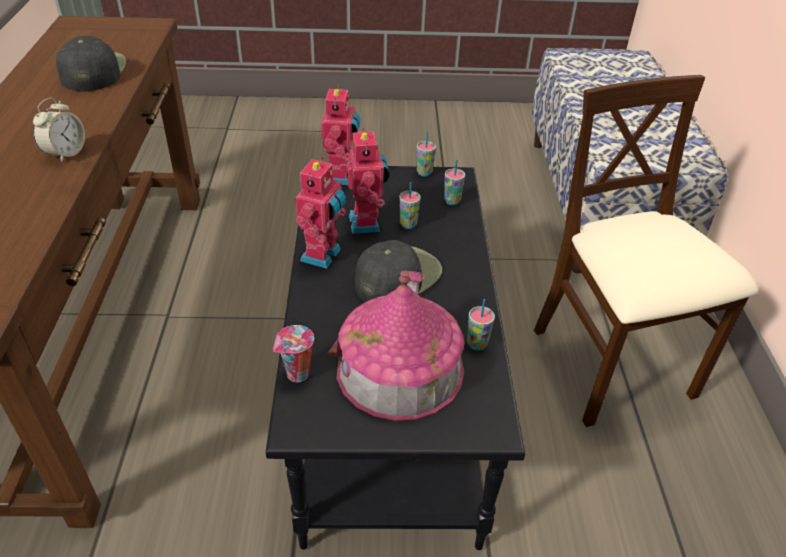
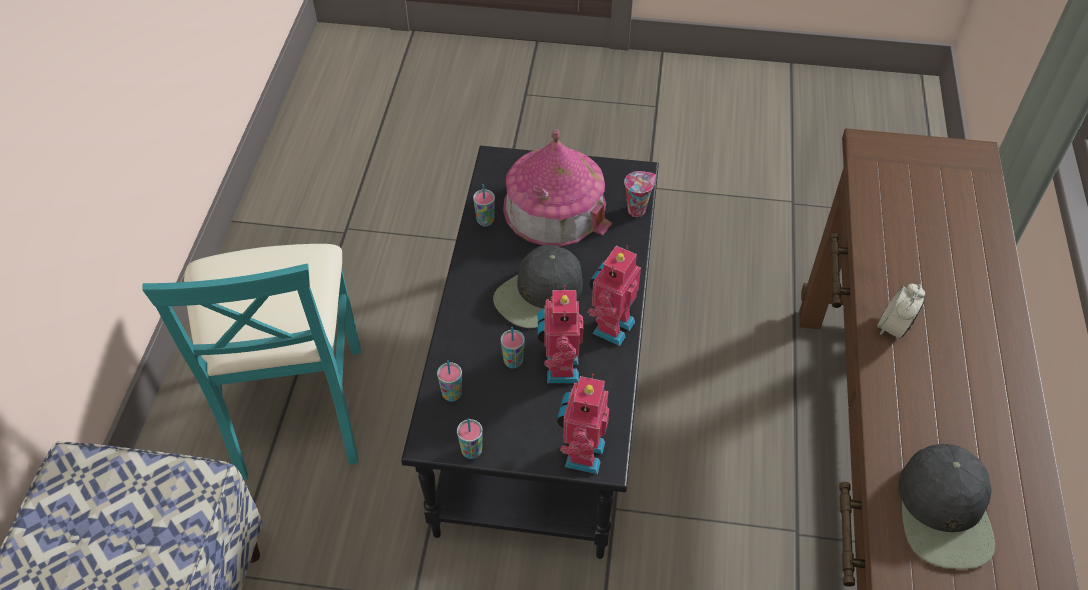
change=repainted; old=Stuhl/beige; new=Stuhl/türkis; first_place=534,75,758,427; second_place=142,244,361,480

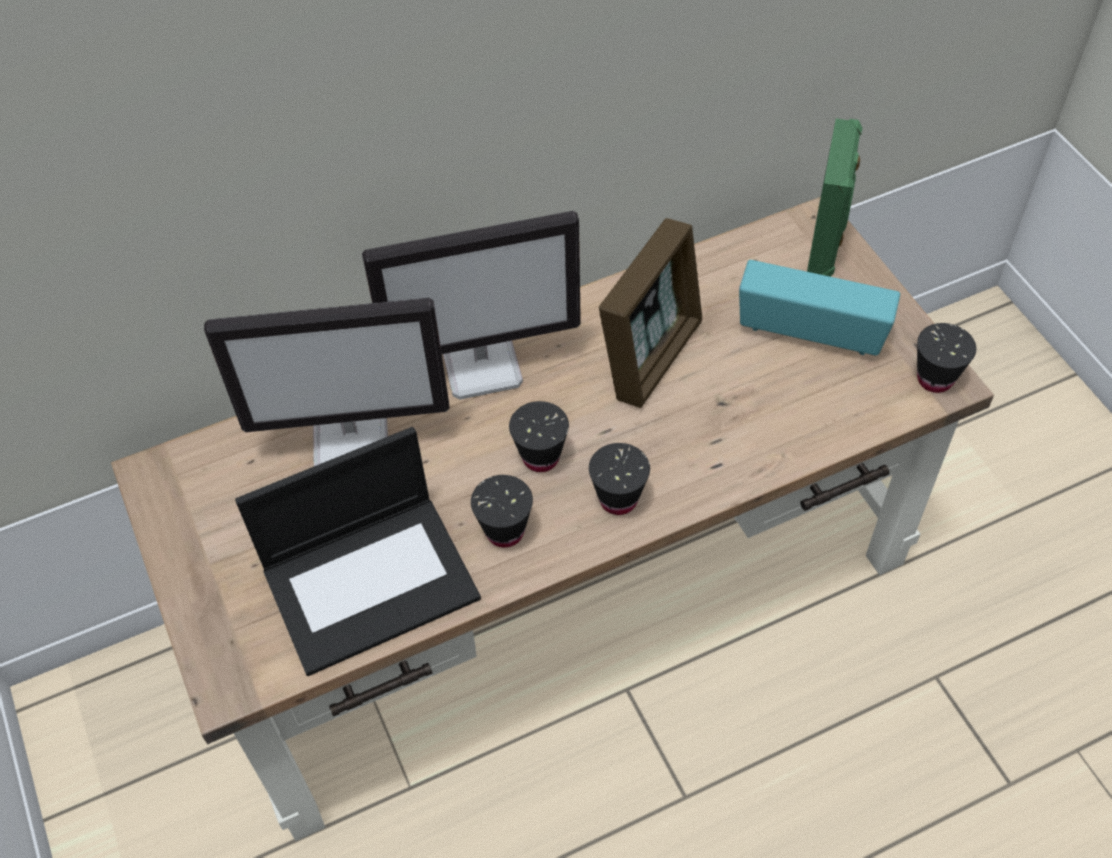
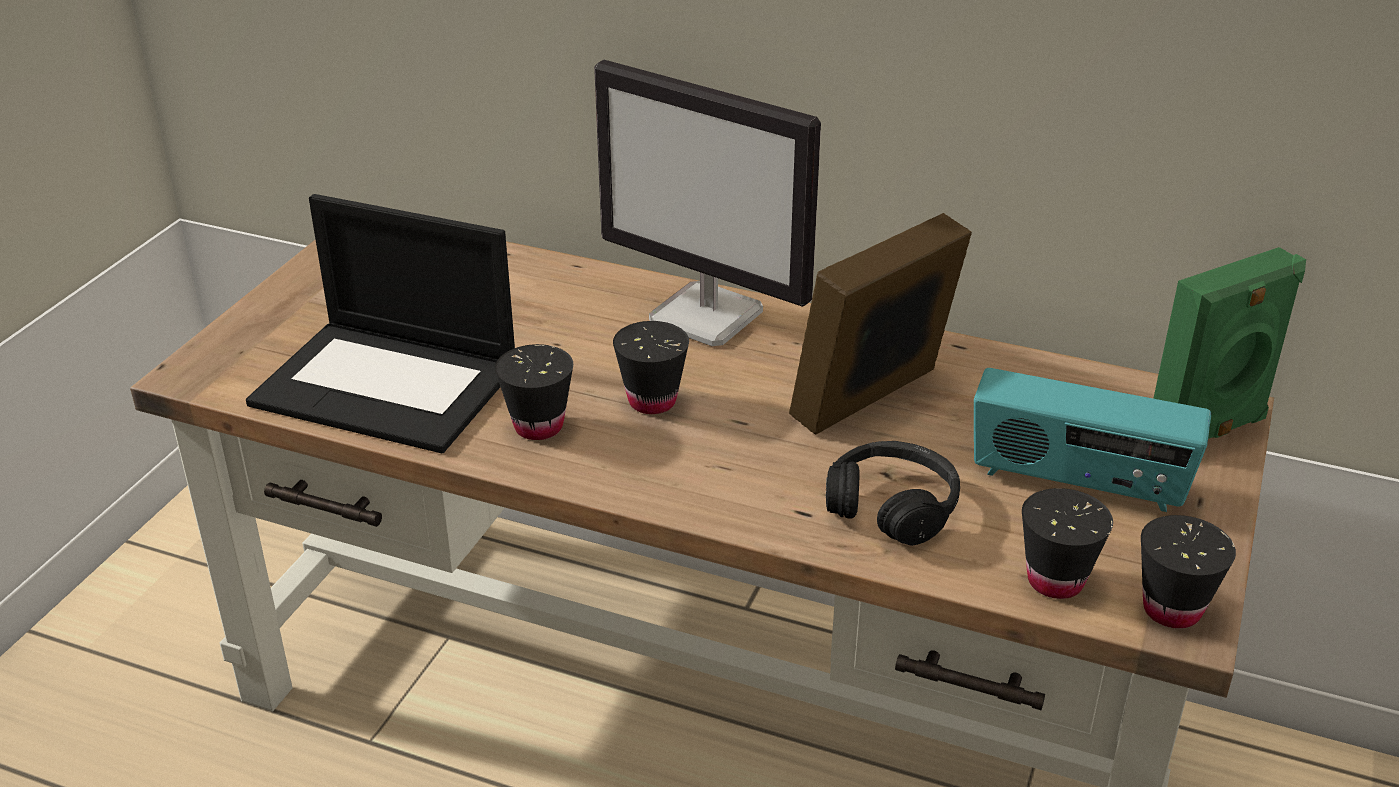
change=rotated; old=Bilderrahmen; first_place=599,218,702,408; second_place=789,213,972,435; degrees=150
change=rotated; old=Radio; first_place=739,260,900,355; second_place=974,368,1211,512; degrees=135
change=gone; old=Monitor; first_place=204,298,449,466
change=shifted; old=Tasse/schwarz; first_place=589,443,650,515; second_place=1022,488,1113,599
change=new; new=Kopfhörer/schwarz; second_place=826,441,960,546

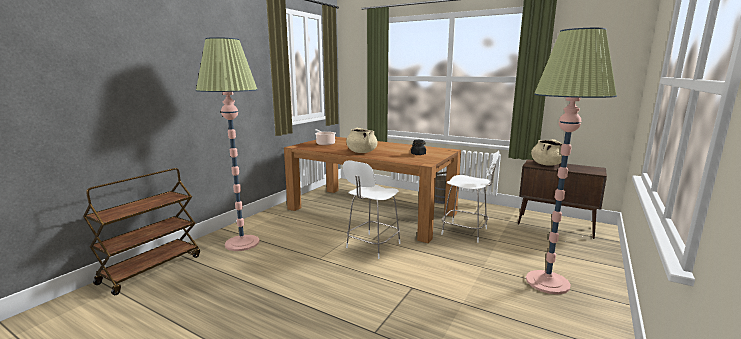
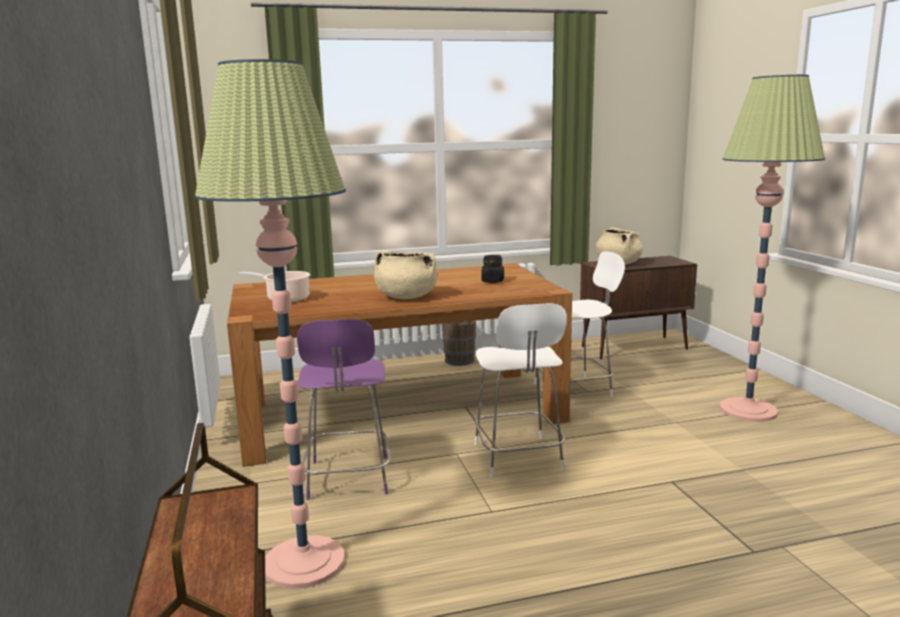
change=new; new=Stuhl/lila; second_place=297,319,391,500

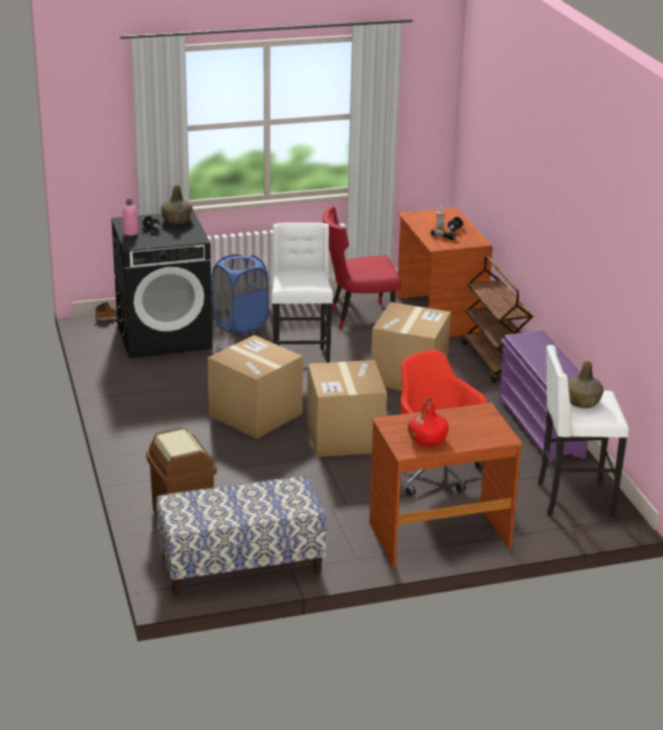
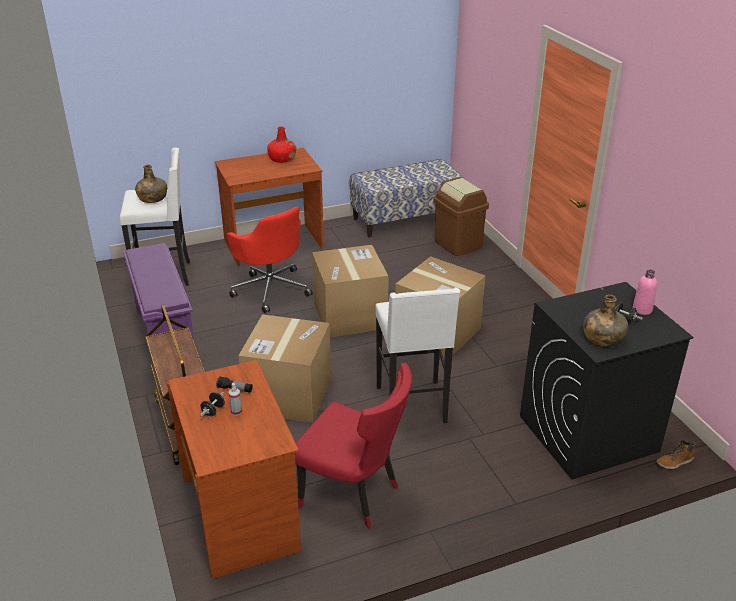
change=rotated; old=Stuhl/rot; first_place=322,206,401,330; second_place=295,363,412,528; degrees=45
change=gone; old=Wäschekorb/blau; first_place=211,254,269,333

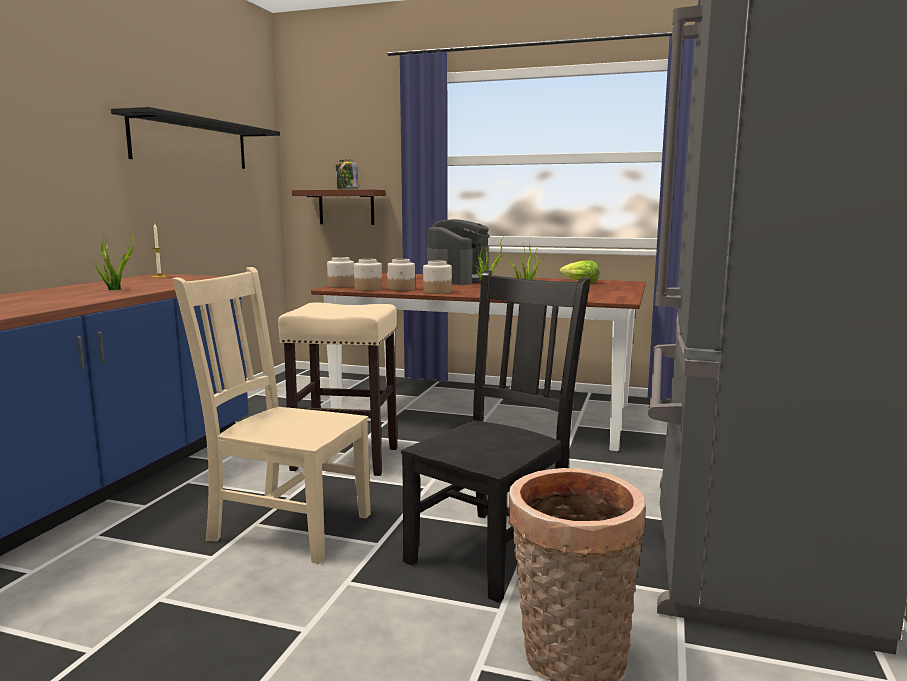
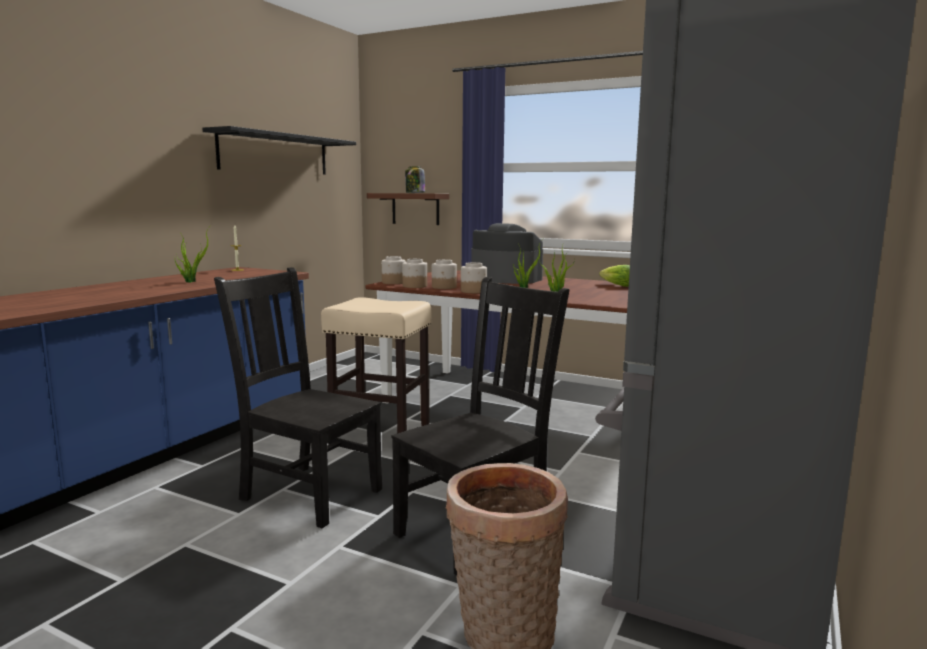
change=rotated; old=Kaffeemaschine; first_place=427,219,490,285; second_place=471,223,543,284; degrees=-90
change=repainted; old=Stuhl/beige; new=Stuhl/schwarz; first_place=172,267,371,564; second_place=214,267,382,528

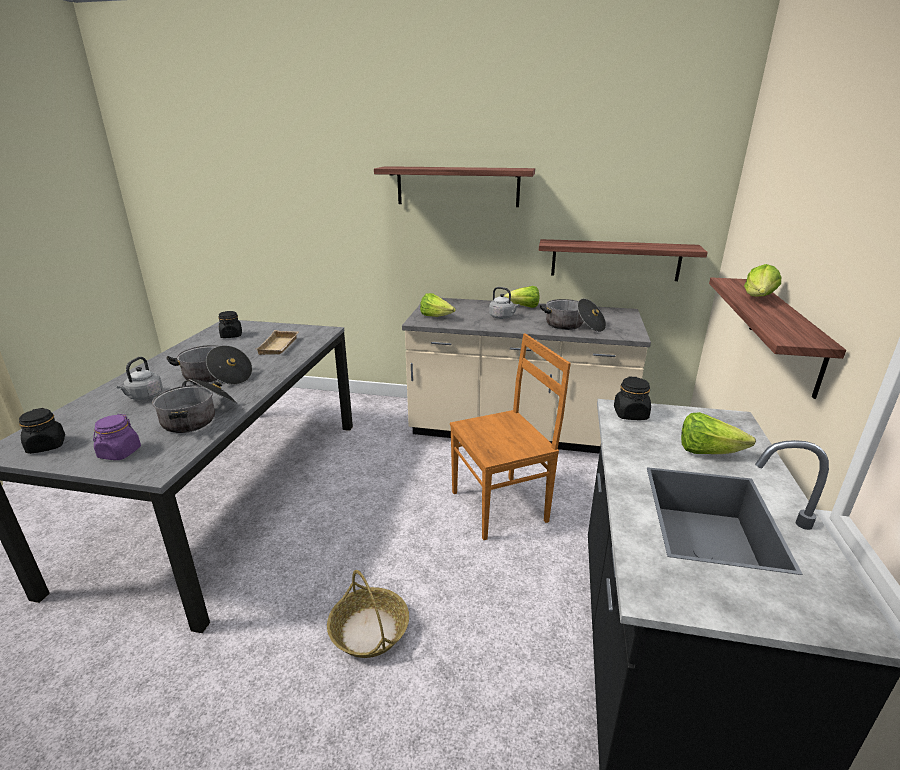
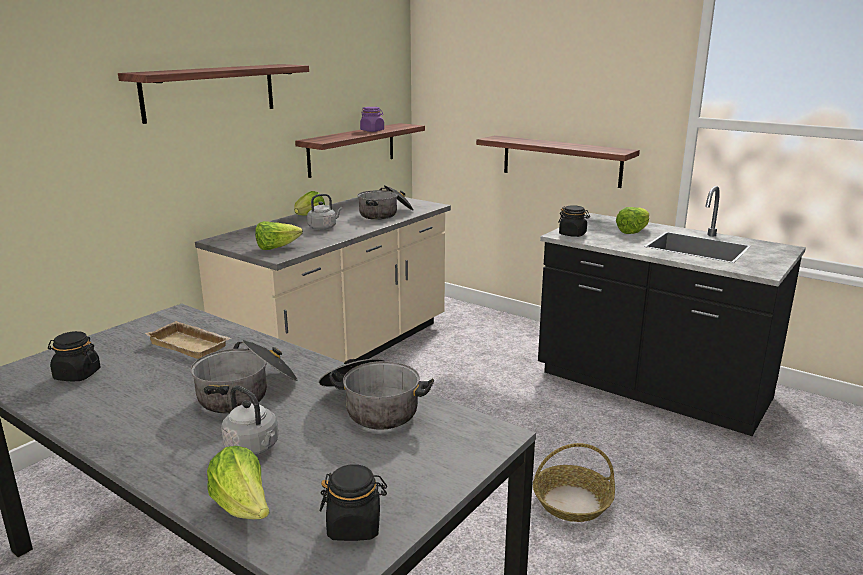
change=shifted; old=Salatkopf; first_place=744,264,781,297; second_place=207,446,269,519
change=gone; old=Stuhl/braun; first_place=450,333,571,540
change=shifted; old=Vorratsglas/lila; first_place=93,414,141,460; second_place=360,107,384,132

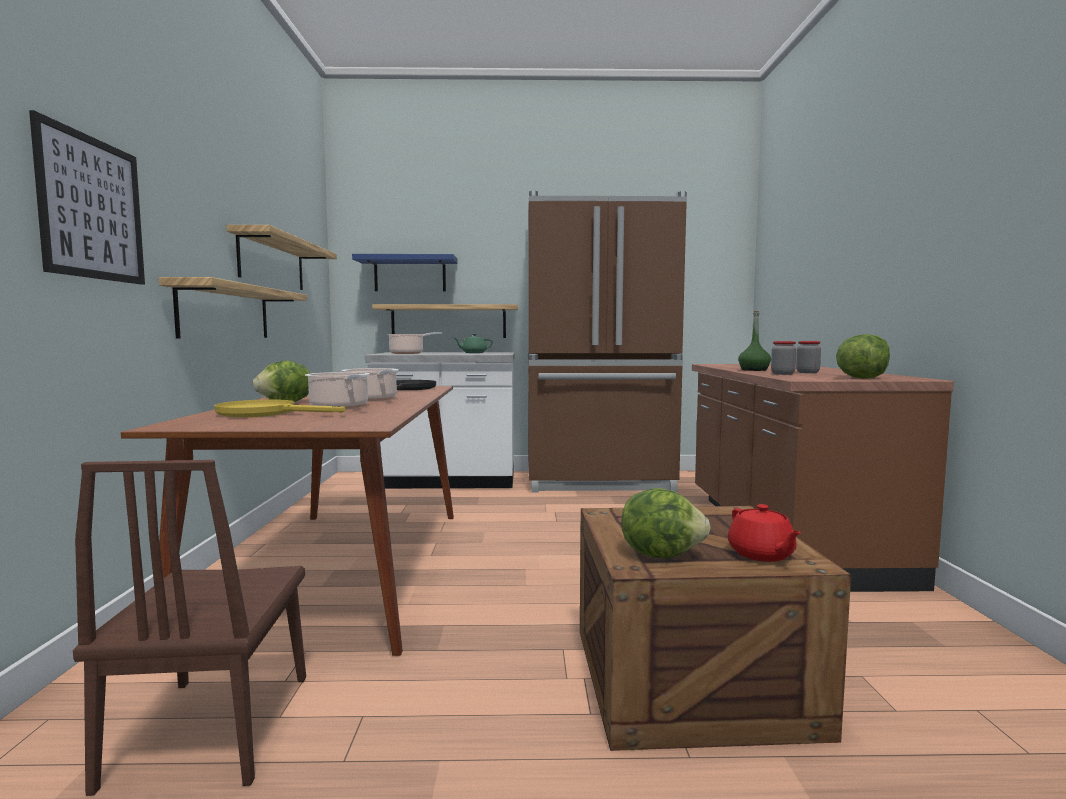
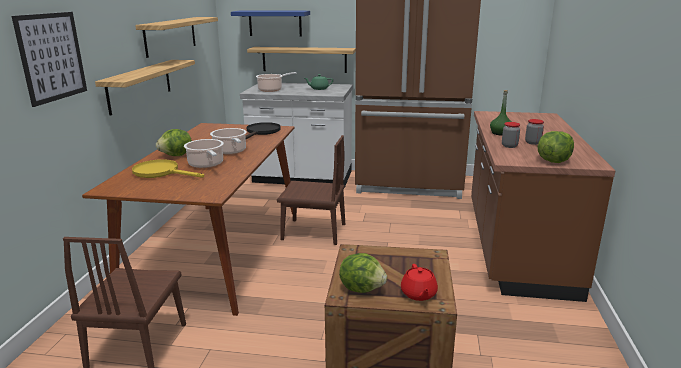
change=new; new=Stuhl/braun; second_place=277,135,345,245

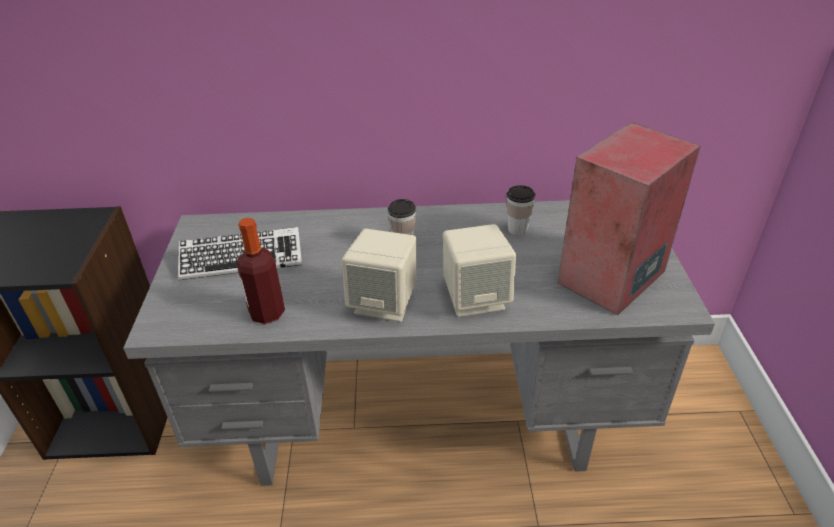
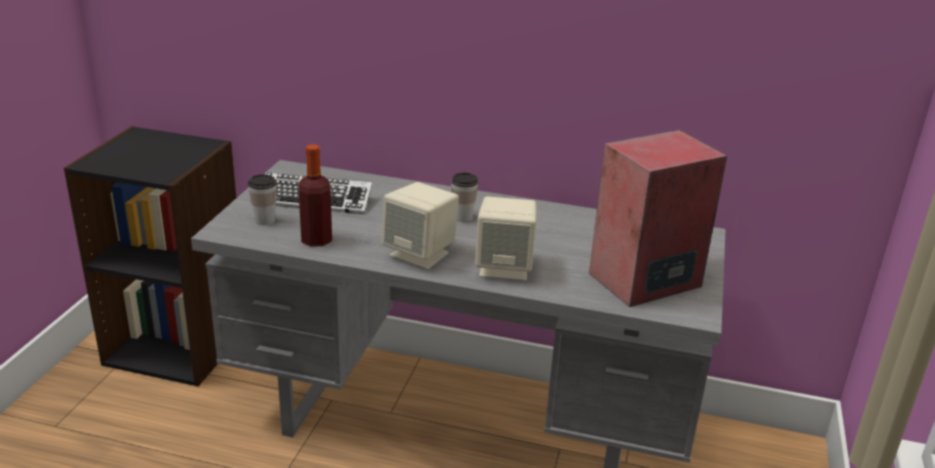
change=shifted; old=Tasse; first_place=507,185,535,236; second_place=248,174,277,225

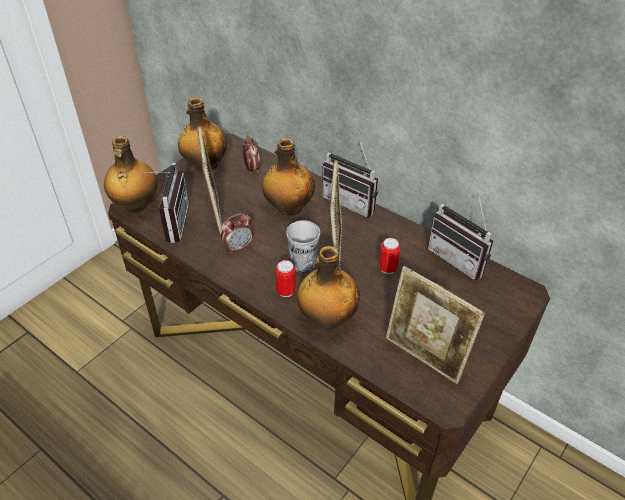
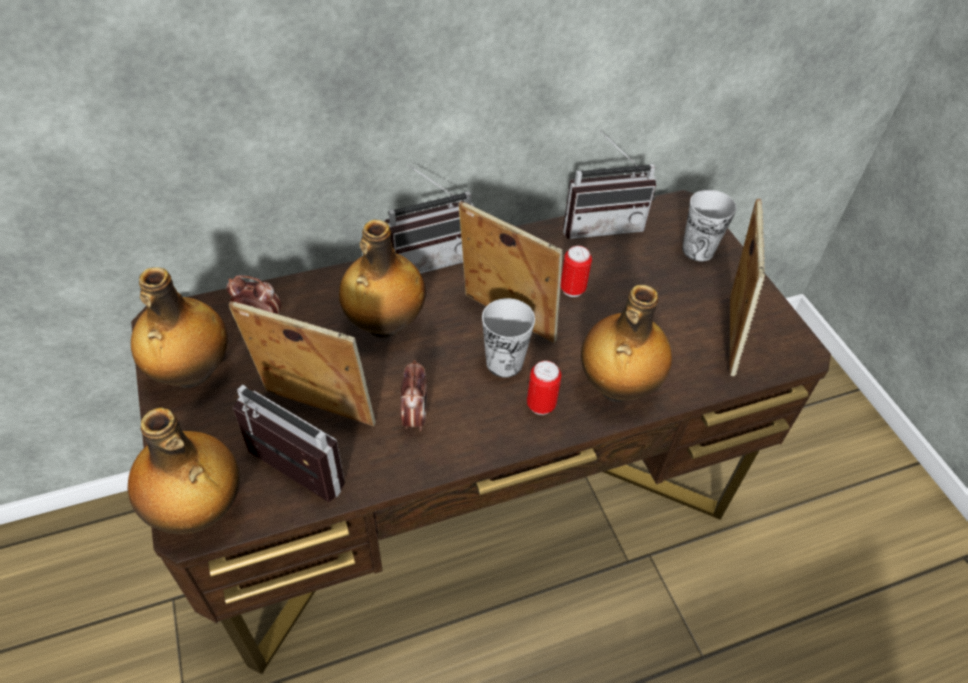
change=rotated; old=Bilderrahmen; first_place=386,266,485,384; second_place=729,199,765,376; degrees=-60
change=new; new=Tasse; second_place=682,190,737,261

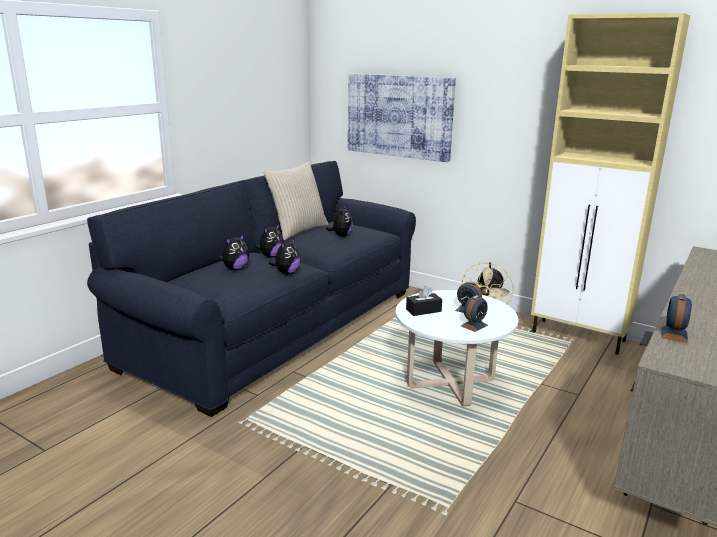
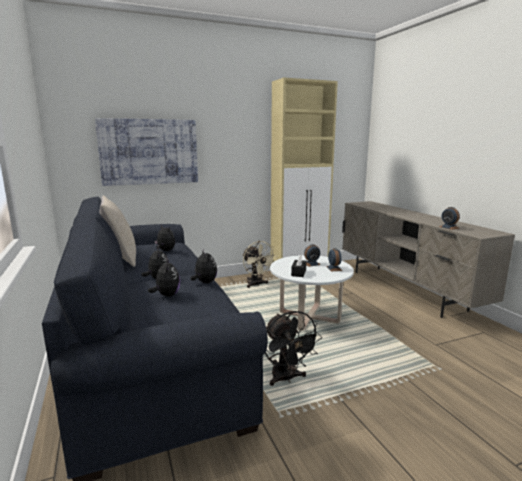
change=new; new=Ventilator/schwarz; second_place=265,311,322,386

